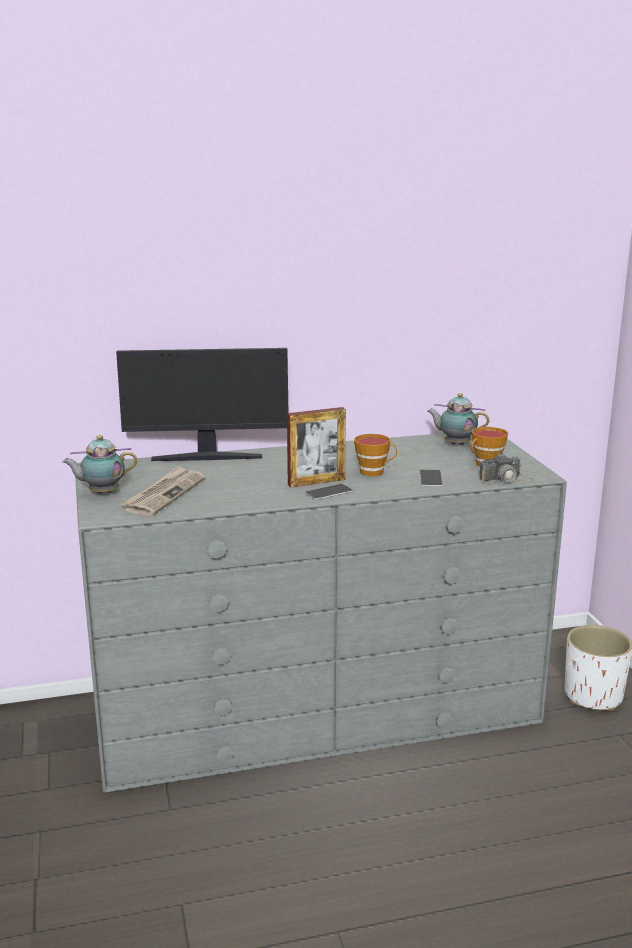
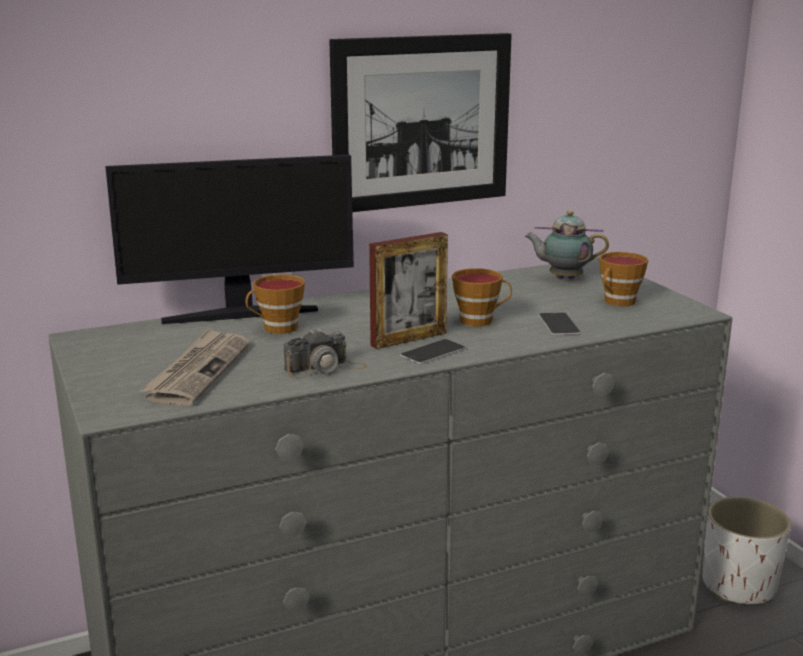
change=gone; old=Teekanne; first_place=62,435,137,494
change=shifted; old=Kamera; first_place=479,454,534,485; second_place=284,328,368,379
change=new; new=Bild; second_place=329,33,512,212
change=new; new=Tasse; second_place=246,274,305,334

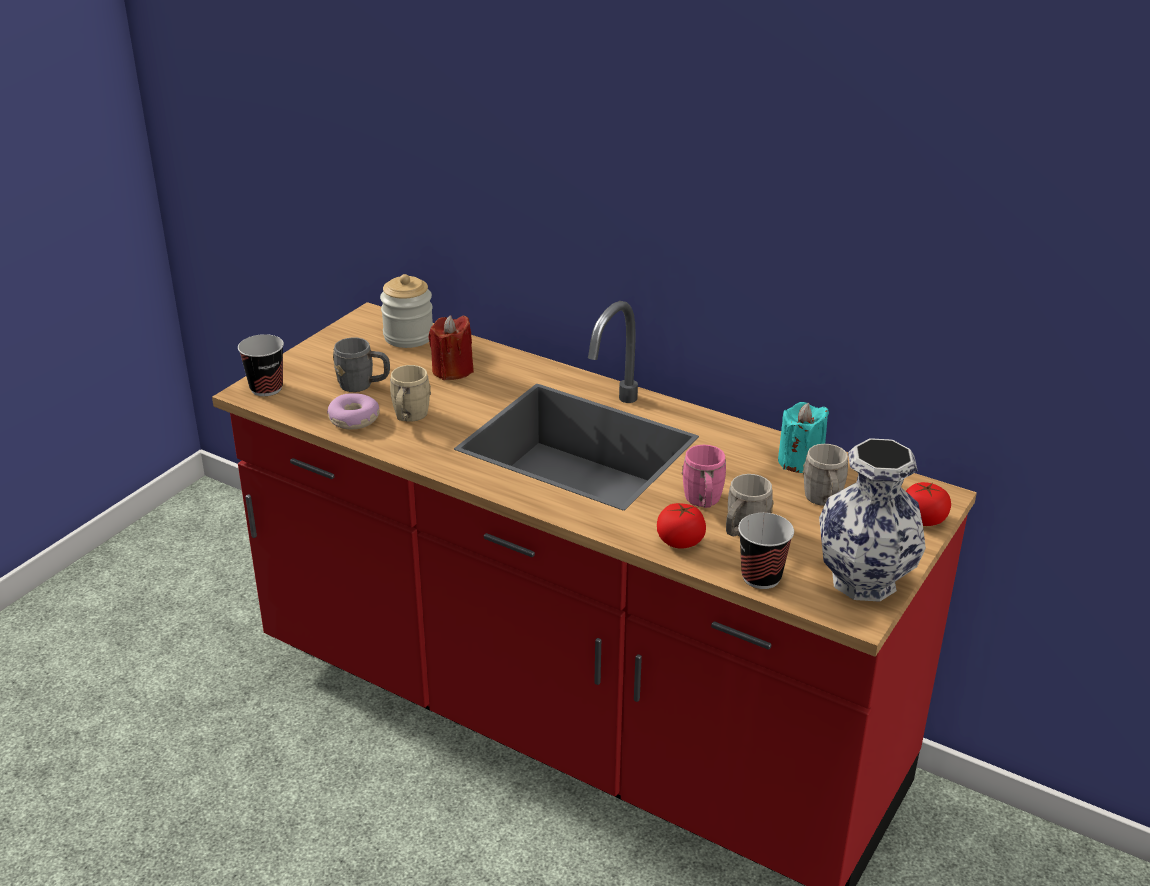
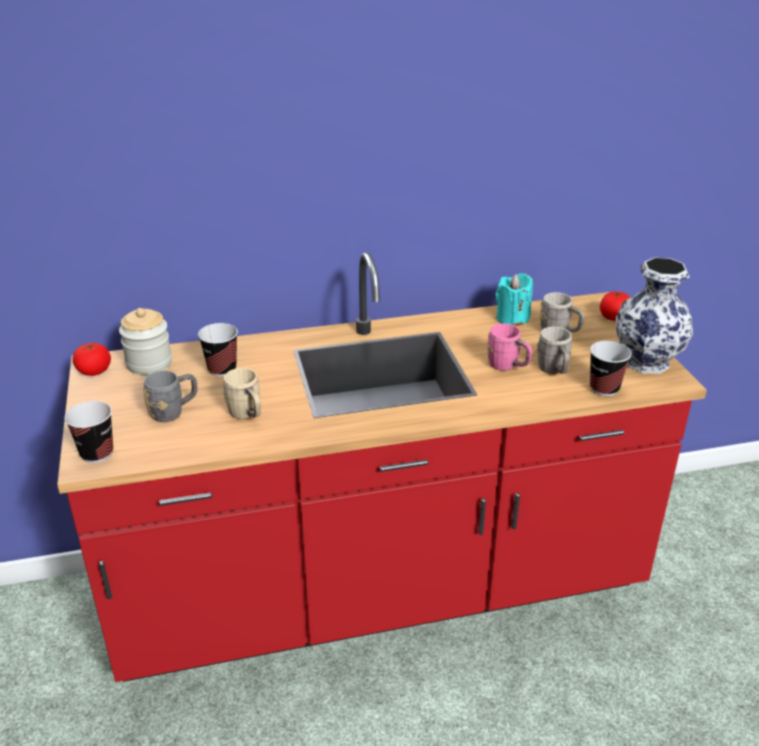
change=swapped; old=Kerze/rot; new=Tasse; first_place=429,315,474,380; second_place=198,323,238,377
change=gone; old=Donut; first_place=327,393,380,430
change=shifted; old=Tomate; first_place=657,503,706,549; second_place=73,343,111,376

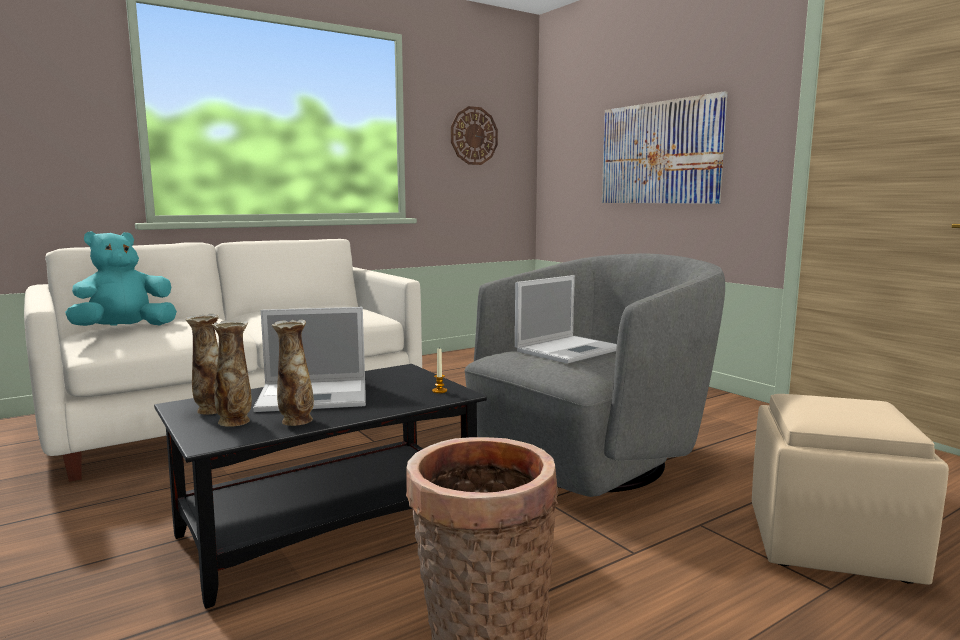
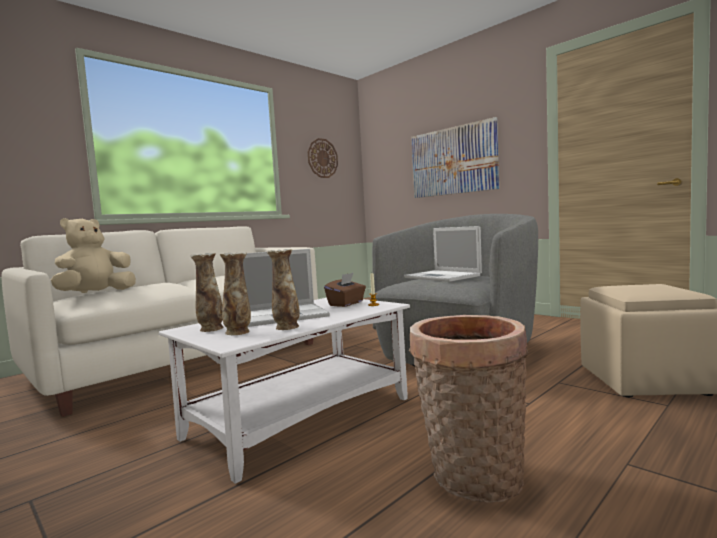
change=repainted; old=Plüschtier/türkis; new=Plüschtier/beige; first_place=65,231,177,326; second_place=51,218,136,293
change=rotated; old=Laptop; first_place=515,275,617,364; second_place=404,226,482,282; degrees=105
change=repainted; old=Couchtisch/schwarz; new=Couchtisch/weiß; first_place=154,364,487,609; second_place=159,298,410,484
change=new; new=Taschentuchbox/braun; second_place=324,273,366,307

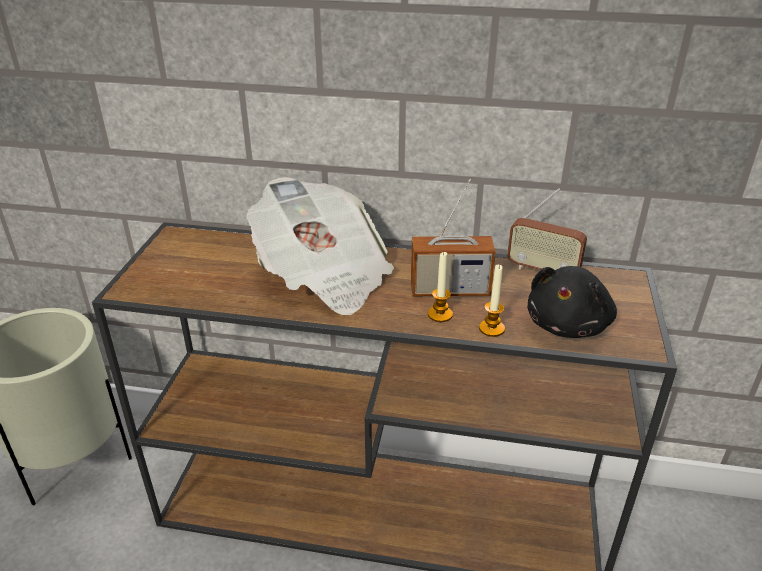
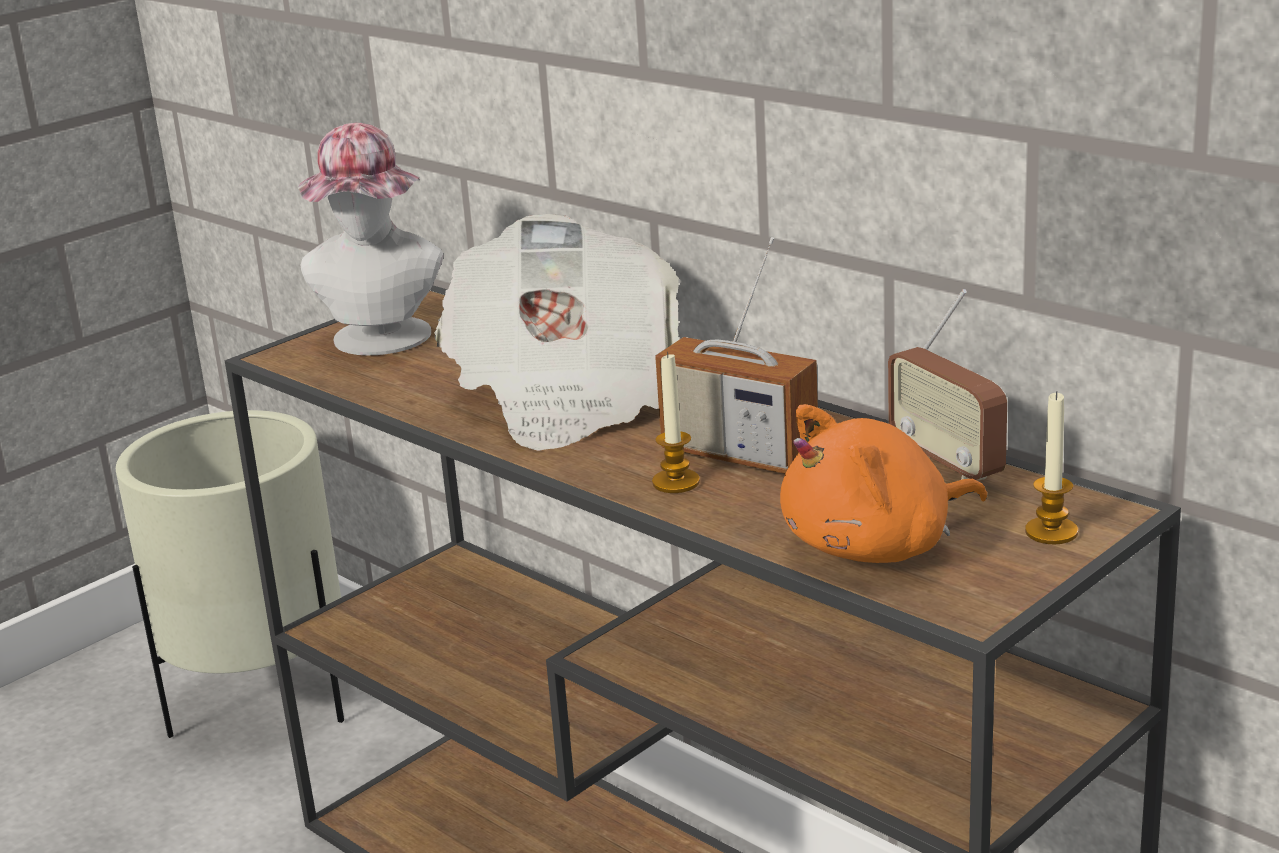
change=shifted; old=Kerze; first_place=479,264,505,337; second_place=1025,391,1078,544
change=repainted; old=Plüschtier/schwarz; new=Plüschtier/orange; first_place=527,266,617,338; second_place=780,404,987,563
change=new; new=Hut; second_place=298,123,444,355

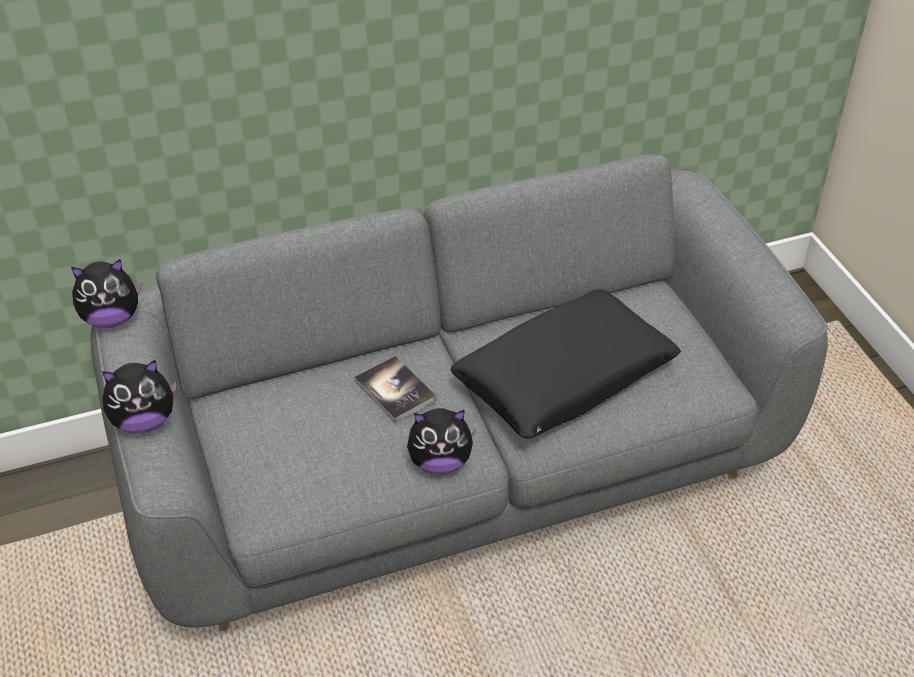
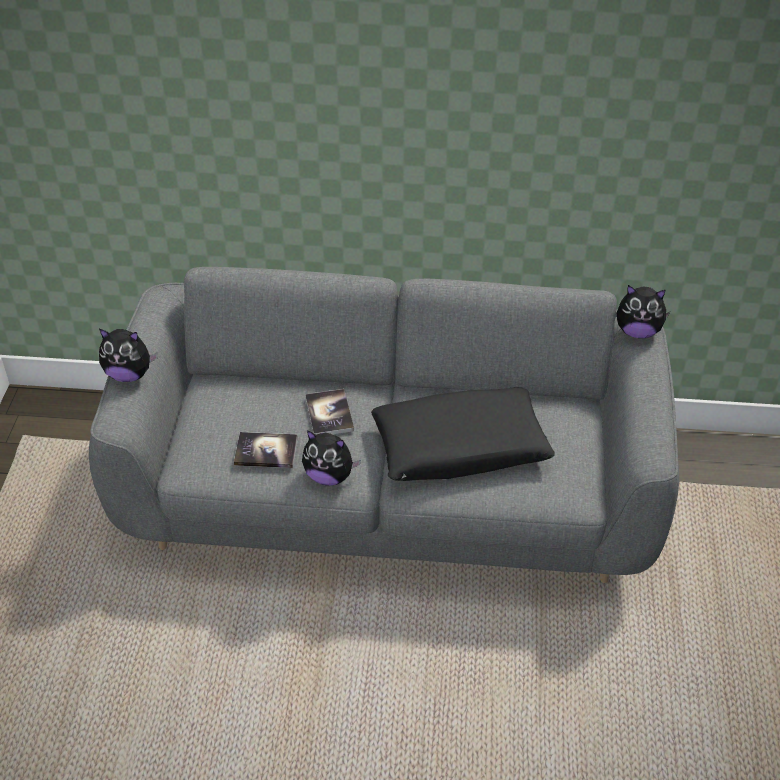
change=shifted; old=Plüschtier; first_place=71,259,143,328; second_place=617,285,670,338
change=new; new=Buch; second_place=234,432,298,468

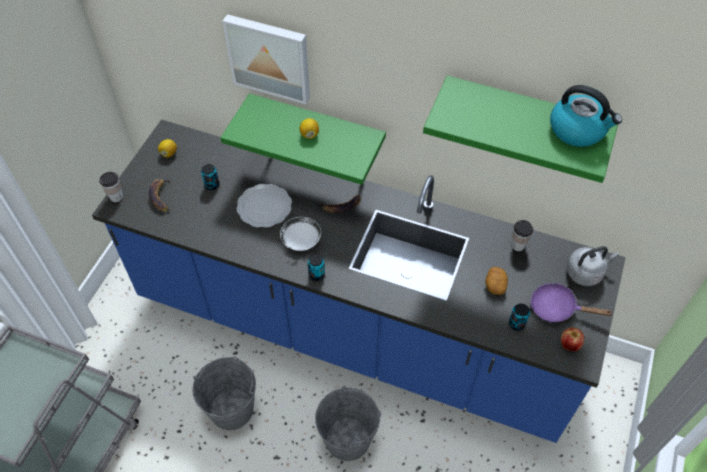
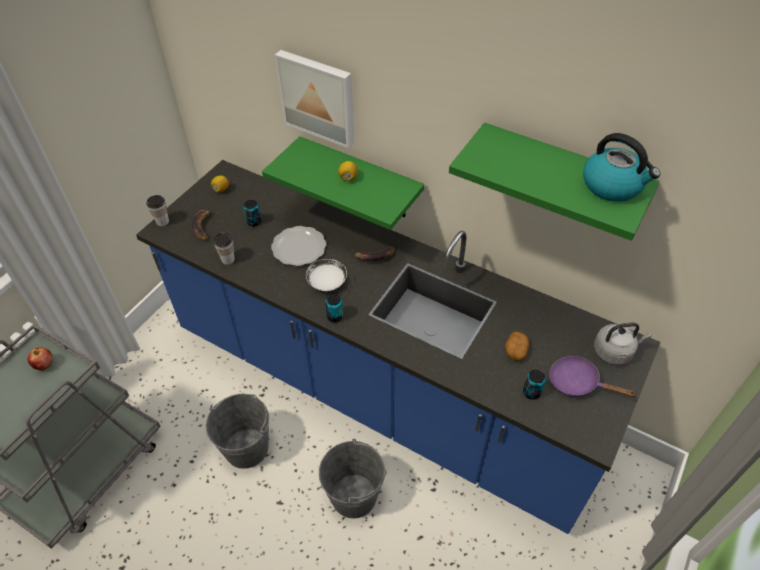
change=shifted; old=Tasse; first_place=511,220,533,251; second_place=214,232,235,265
change=shifted; old=Apfel; first_place=561,327,584,351; second_place=27,347,52,371

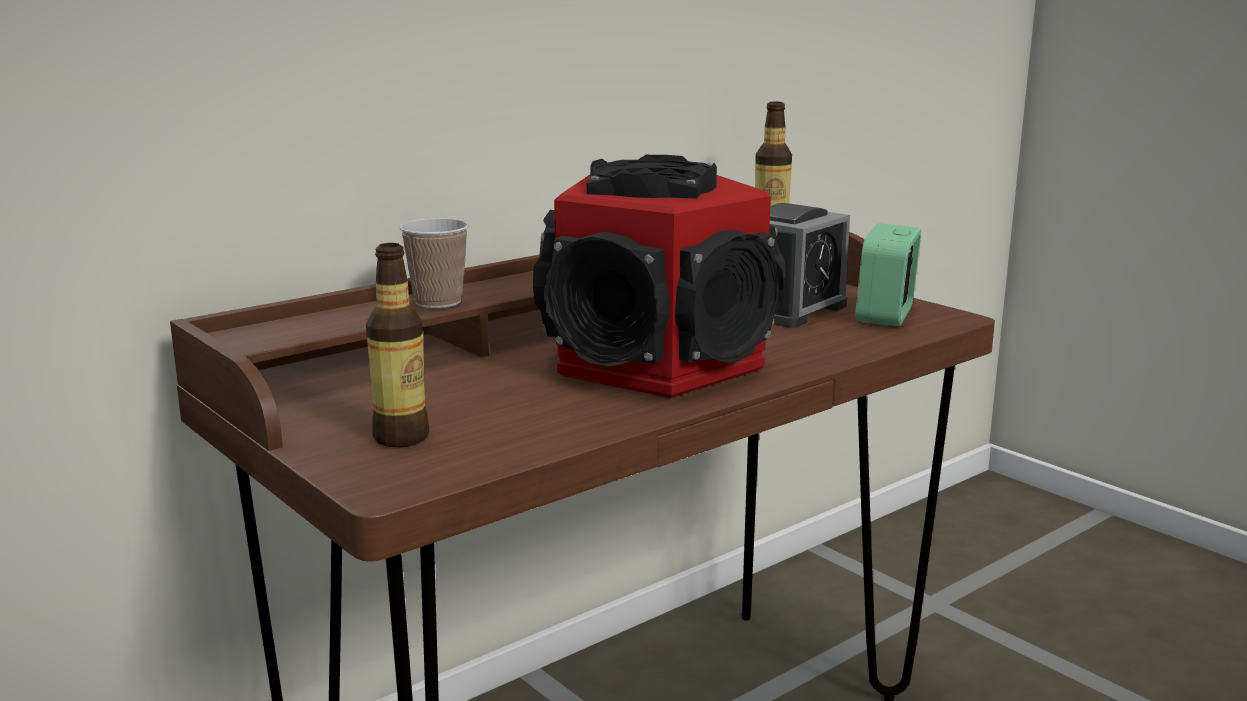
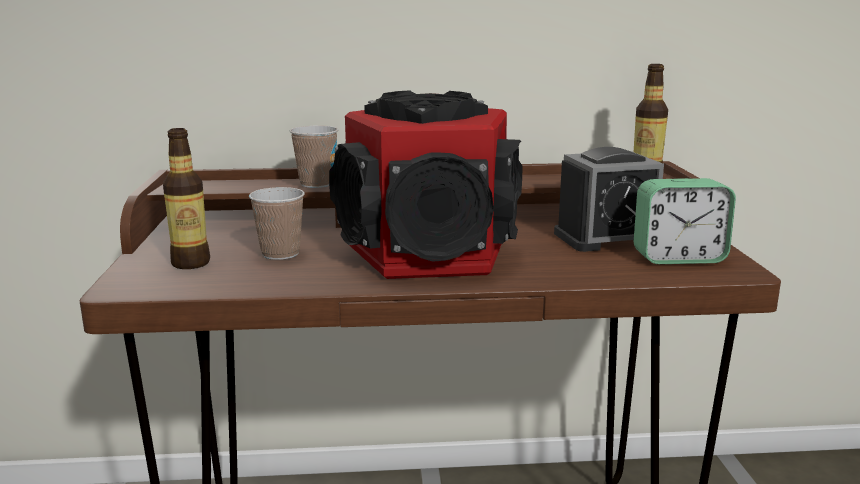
change=rotated; old=Wecker; first_place=855,223,921,326; second_place=634,178,736,264; degrees=-150
change=new; new=Tasse; second_place=249,187,305,260

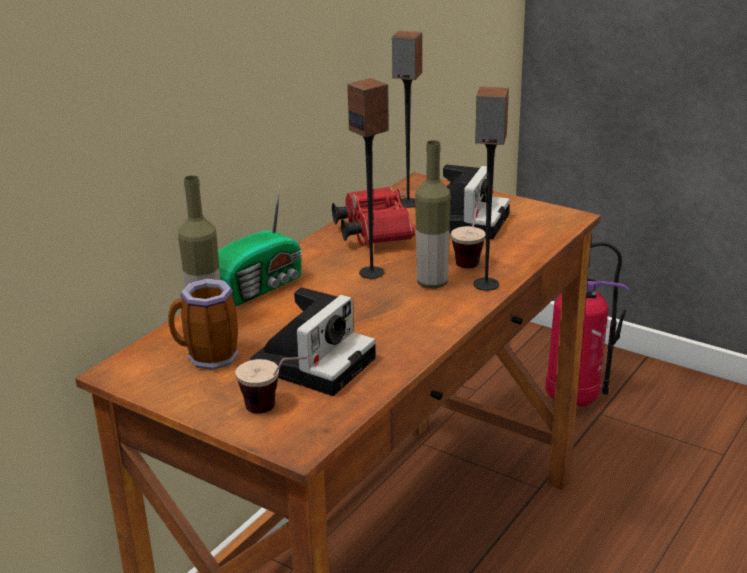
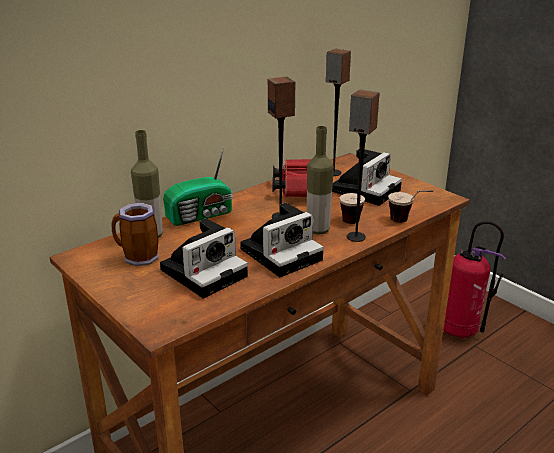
change=shifted; old=Tasse; first_place=235,357,307,414; second_place=388,190,433,223
change=new; new=Kamera; second_place=240,203,324,277

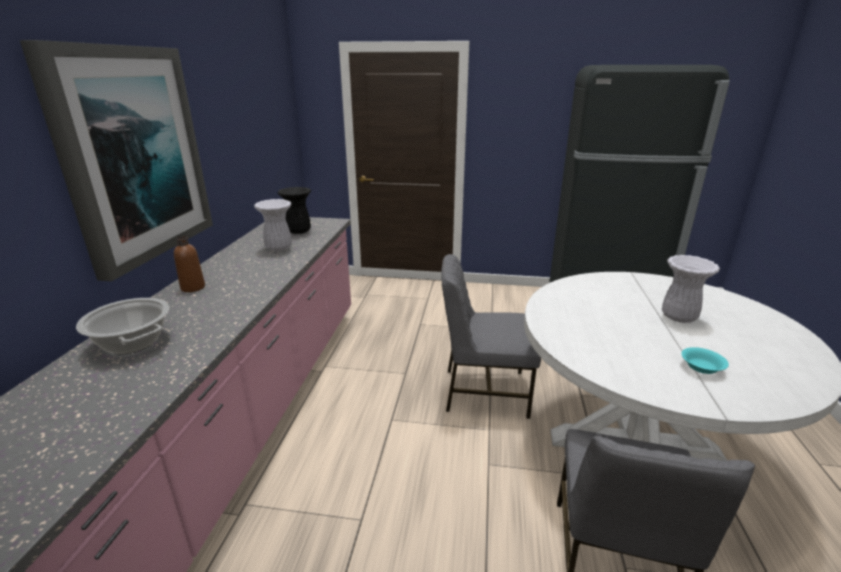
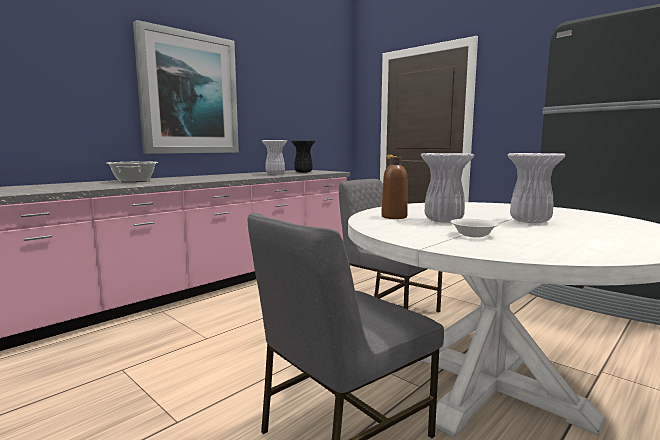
change=shifted; old=Flasche/braun; first_place=174,236,205,292; second_place=381,157,407,219
change=repainted; old=Schüssel/türkis; new=Schüssel/weiß; first_place=681,347,729,374; second_place=450,219,499,238
change=new; new=Vase/weiß; second_place=421,153,474,223

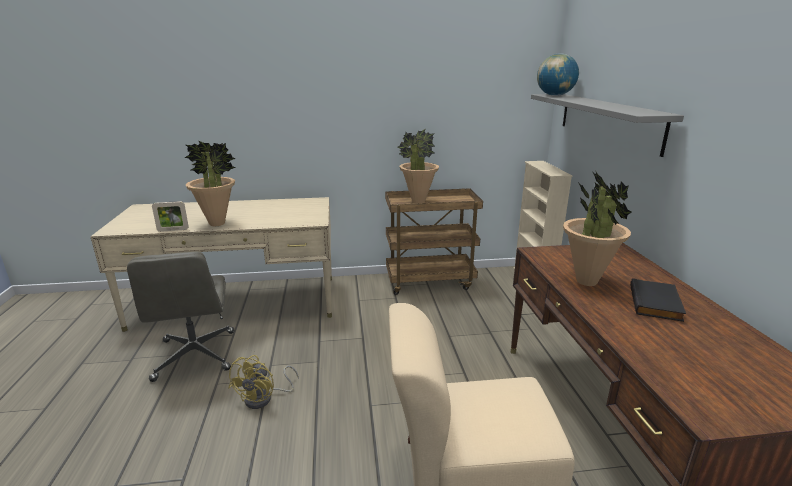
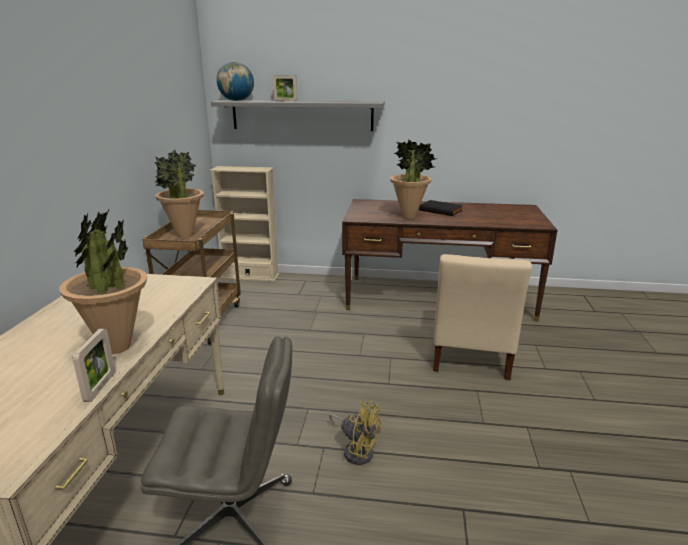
change=new; new=Bilderrahmen; second_place=273,75,298,101

